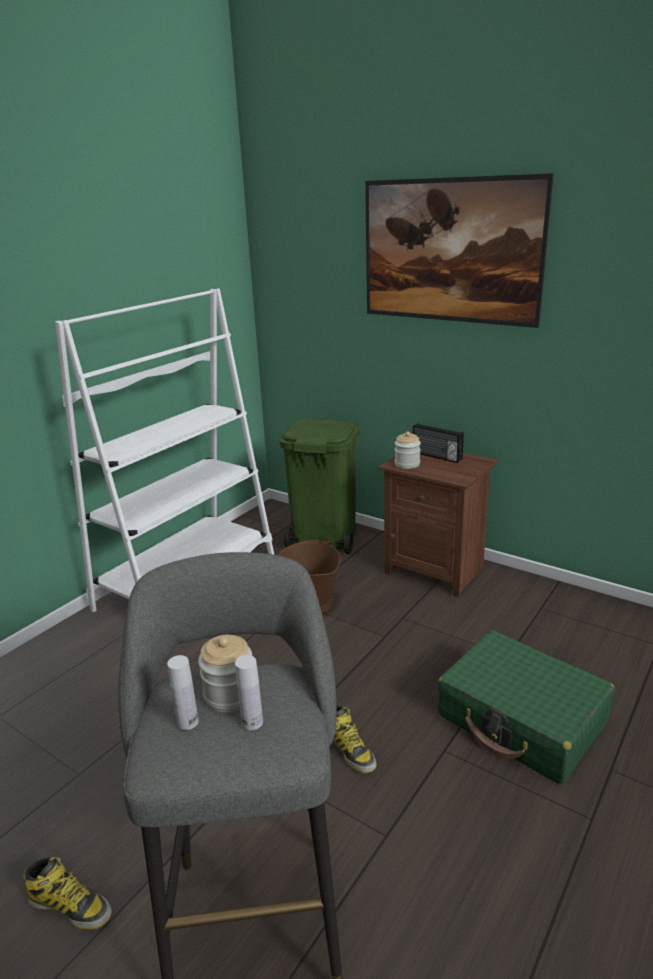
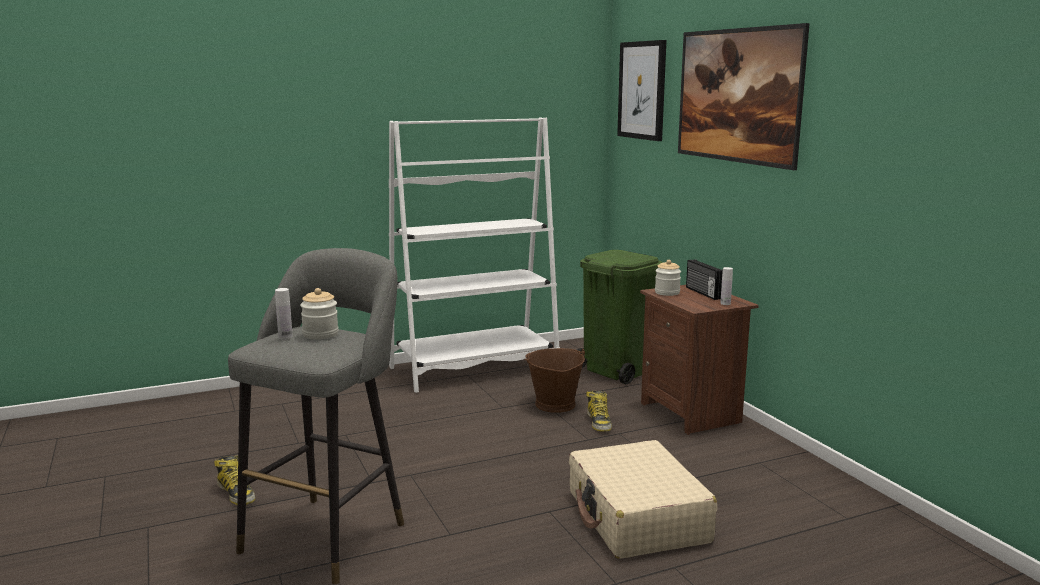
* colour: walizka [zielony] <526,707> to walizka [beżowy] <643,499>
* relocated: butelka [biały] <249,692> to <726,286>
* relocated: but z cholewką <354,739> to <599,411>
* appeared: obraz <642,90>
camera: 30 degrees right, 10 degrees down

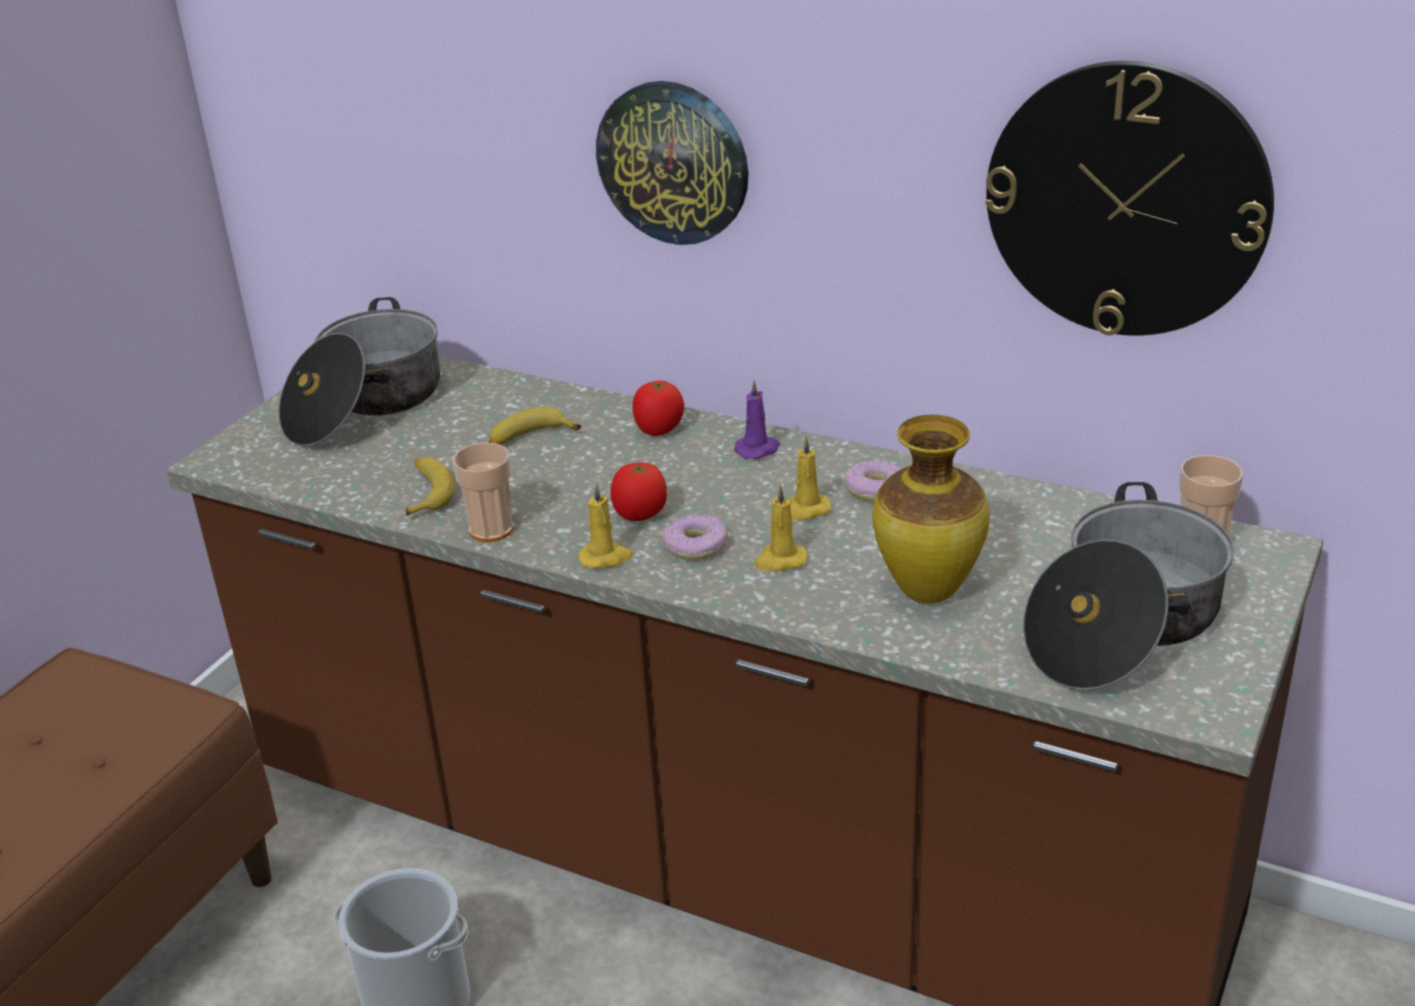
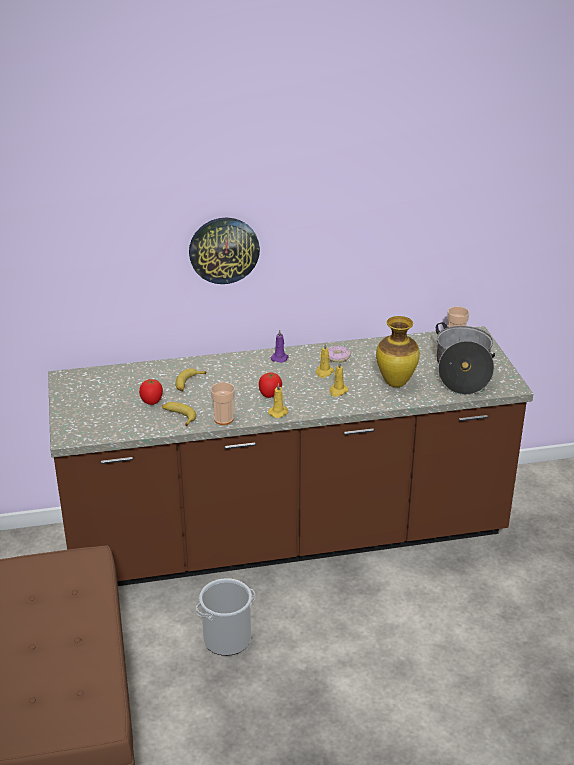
* missing: zegar ścienny <1129,198>
* missing: garnek <359,372>
* relocated: pomidor <658,408> to <151,392>
* missing: donut <695,537>
camera: 40 degrees left, 0 degrees up

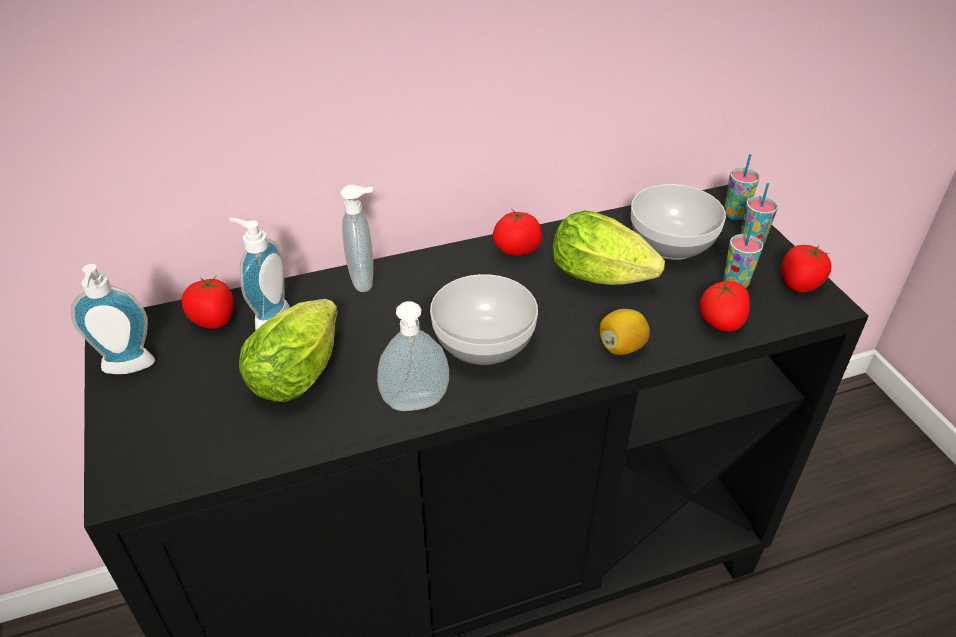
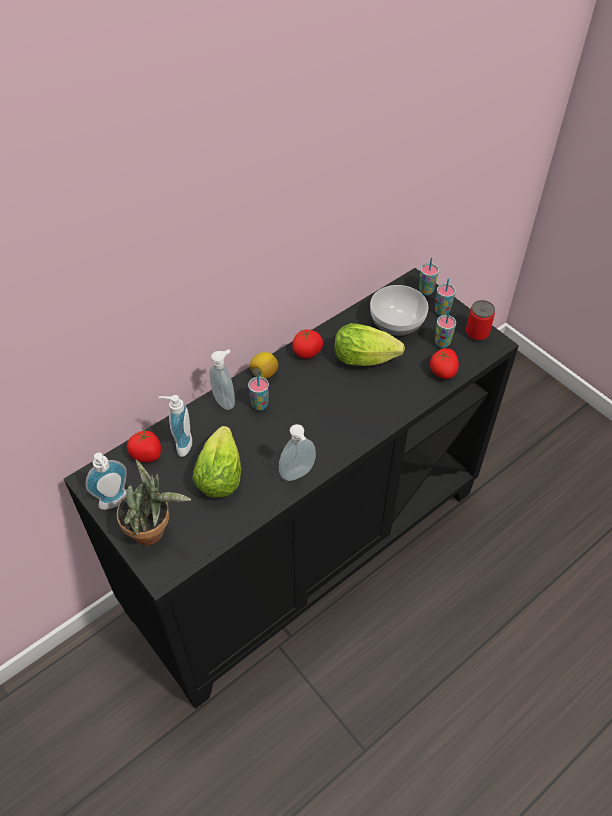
* exchanged: pomidor <806,269> to puszka <480,320>
* missing: miska <484,319>
* relocated: cytryna <625,332> to <264,365>
* appeared: filiżanka <258,392>
* appeared: roślina doniczkowa <154,502>
camera: 20 degrees left, 10 degrees up

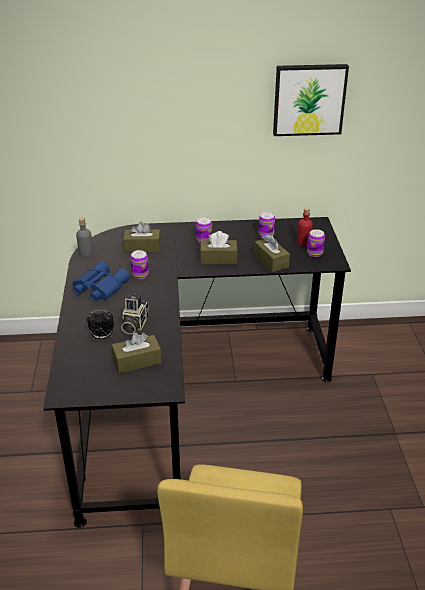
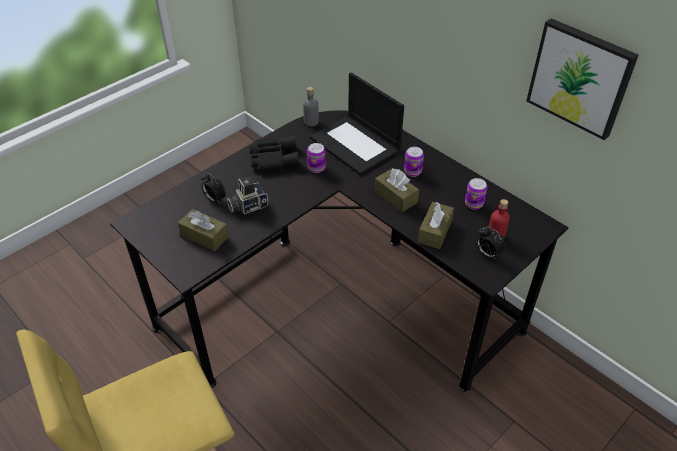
* exchanged: pudełko chusteczek [brązowy] <142,237> to laptop <357,123>
* exchanged: puszka <316,243> to budzik <491,243>
* colour: lornetka [niebieski] <101,281> to lornetka [czarny] <275,153>
camera: 50 degrees right, 10 degrees up

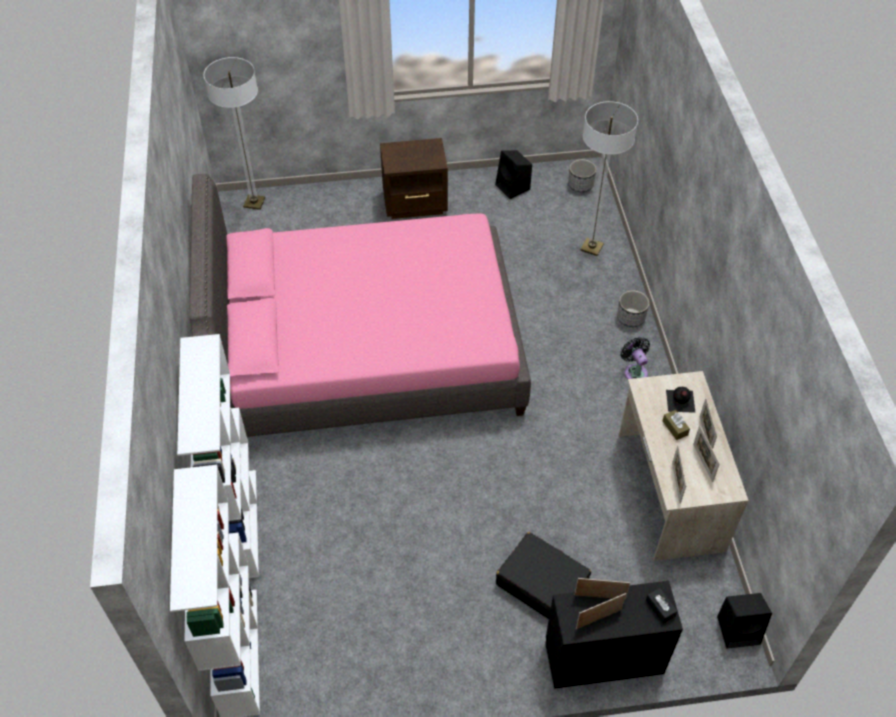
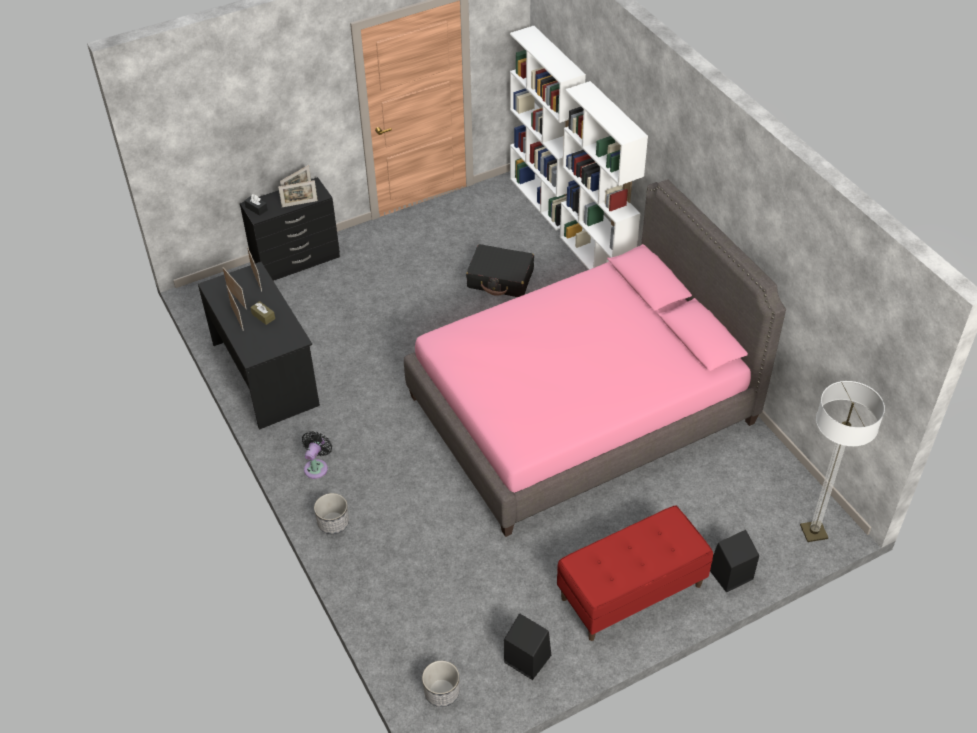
* missing: lampa stojąca <609,178>
* exchanged: szafka nocna [brązowy] <414,178> to ławka [czerwony] <635,573>
* spun: wentylator [czarny] <635,358> = <317,455> 120 degrees counterclockwise
* colour: biurko [beżowy] <684,466> to biurko [czarny] <259,346>
* missing: butelka [czarny] <681,400>
* relocated: walizka [czarny] <543,575> to <500,270>
* relocated: głośnik [czarny] <744,620> to <734,561>
camera: 160 degrees right, 5 degrees down

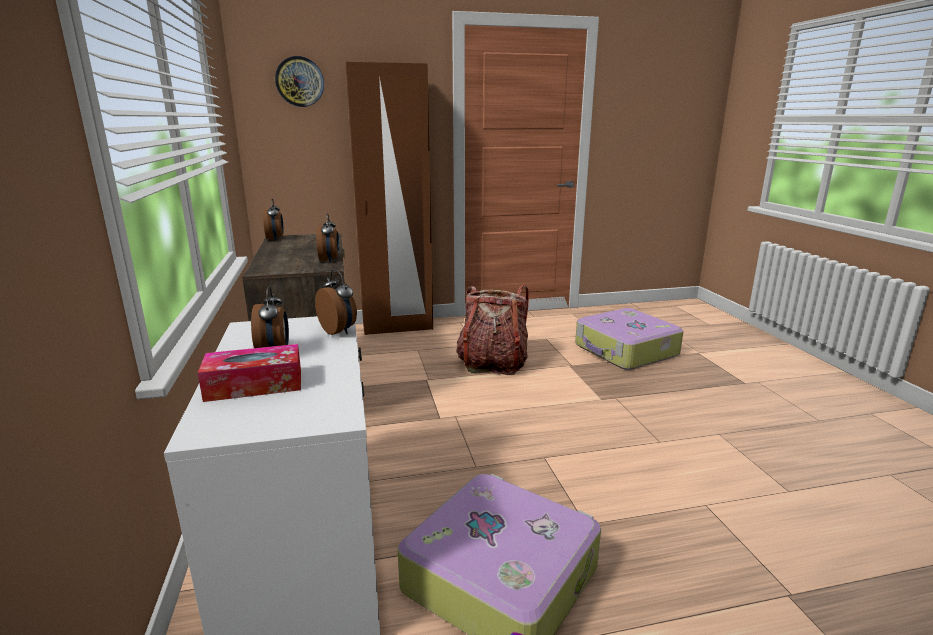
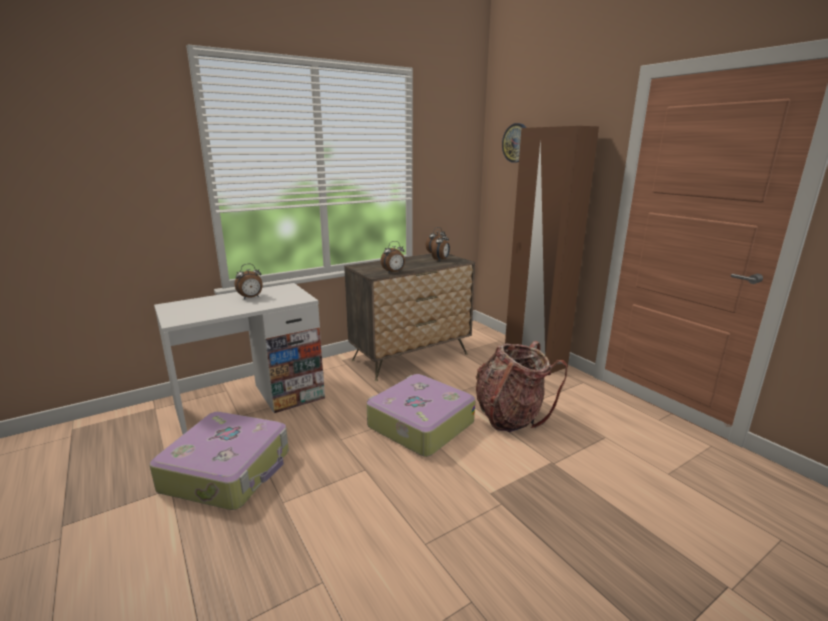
* relocated: budzik <336,302> to <441,246>
* relocated: walizka <629,339> to <420,415>
* missing: pudełko chusteczek <249,373>
camera: 70 degrees right, 0 degrees up

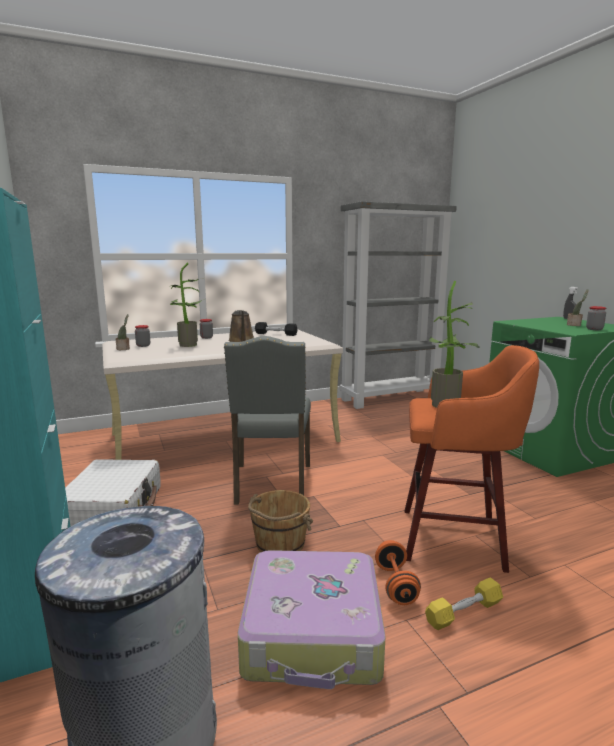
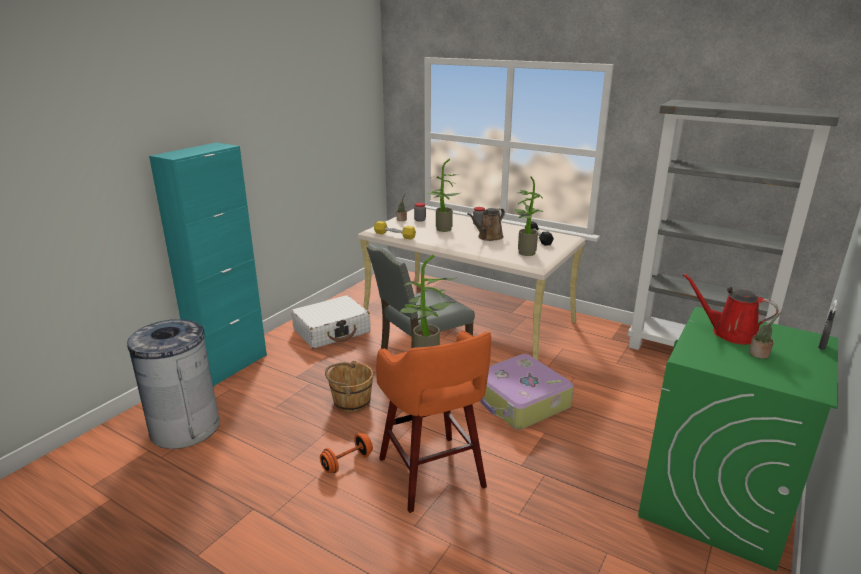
* missing: słoik <596,318>
* relocated: walizka <312,619> to <527,392>
* relocated: hantel [żółty] <464,603> to <395,230>
* appeared: roślina doniczkowa <529,216>
* appeared: konewka [czerwony] <730,309>
camera: 55 degrees right, 10 degrees up

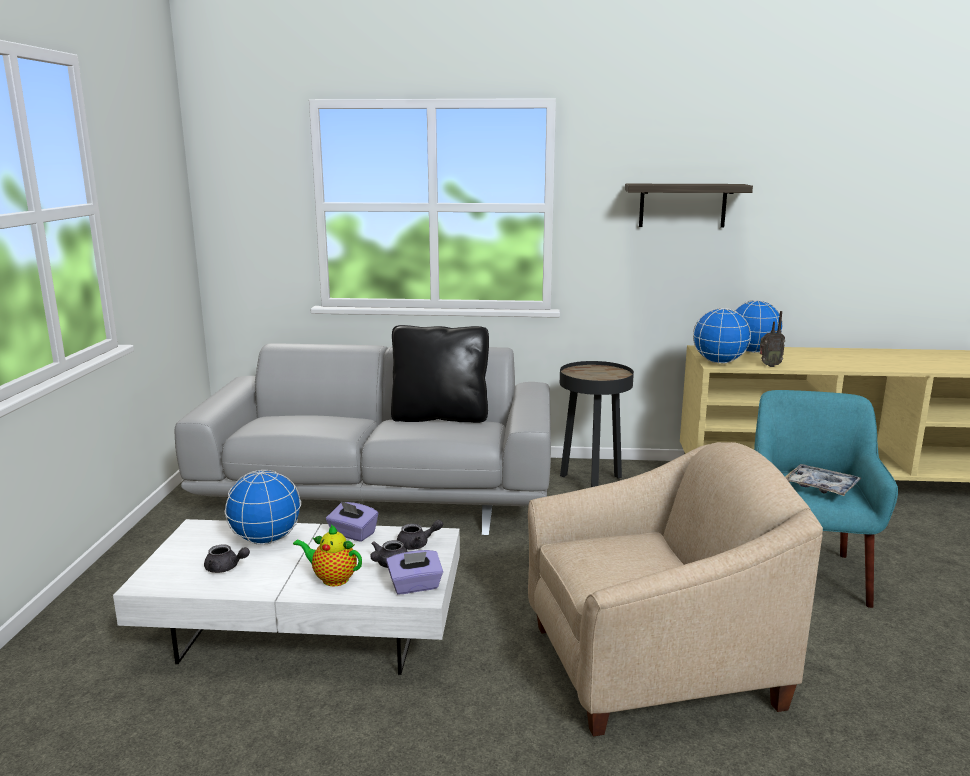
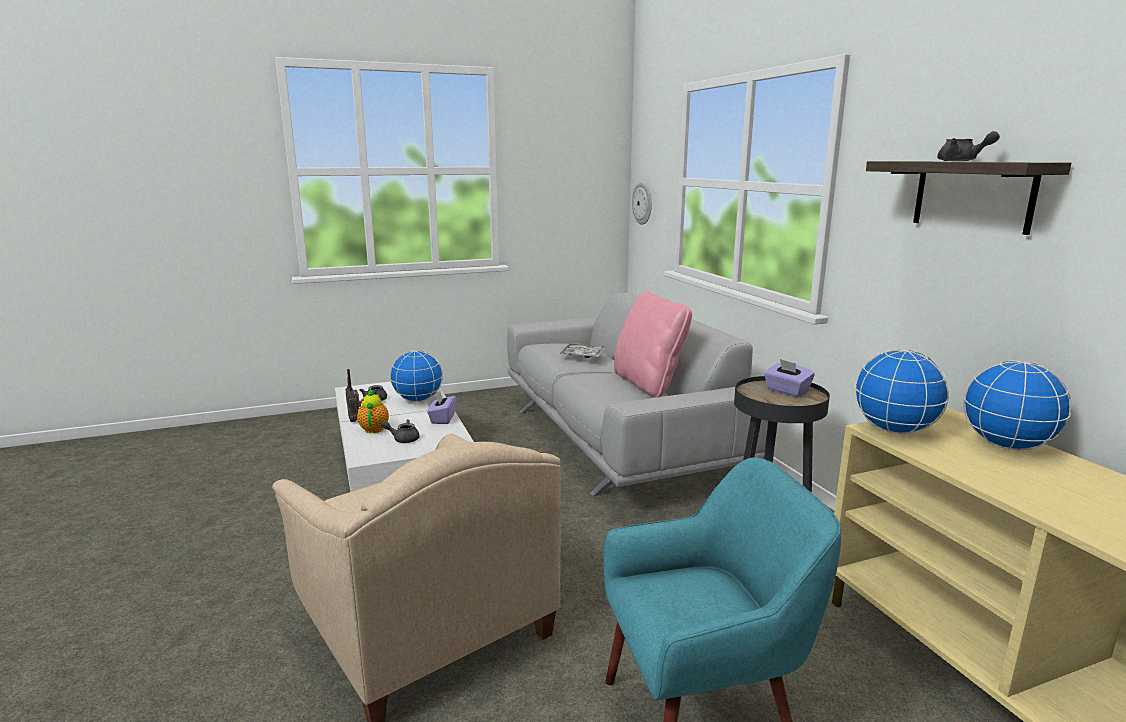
* relocated: radio <772,339> to <353,395>
* colour: poduszka [czarny] <440,374> to poduszka [różowy] <653,344>
* relocated: taca <823,480> to <583,350>
* relocated: imbryk [szary] <420,535> to <968,146>
* relocated: pudełko chusteczek [fioletowy] <414,572> to <789,378>
* appeared: zegar ścienny <642,203>
camera: 65 degrees right, 0 degrees up

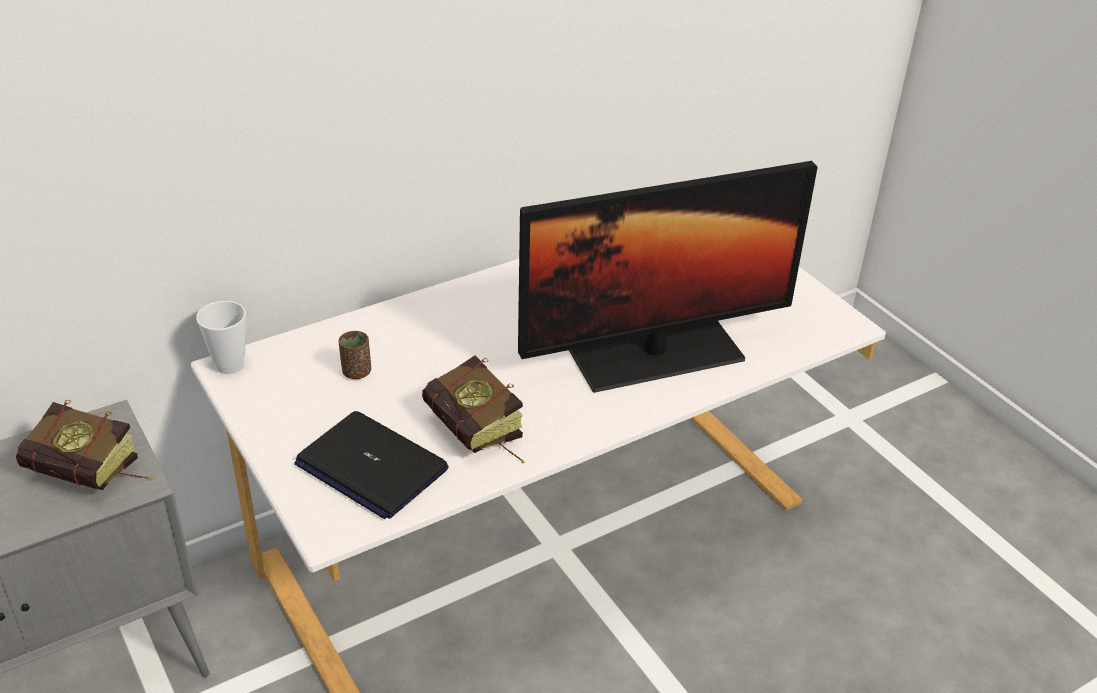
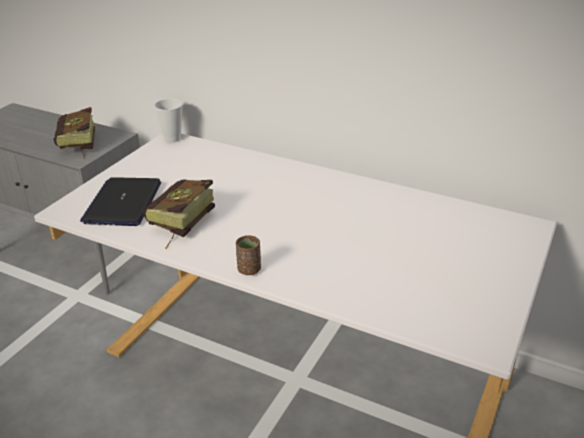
* missing: monitor <668,277>
* relocated: filiżanka [brązowy] <355,355> to <248,255>
camera: 60 degrees right, 5 degrees down

